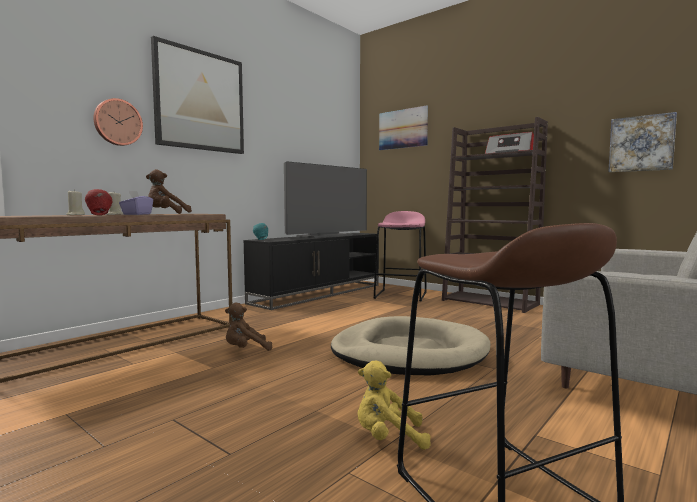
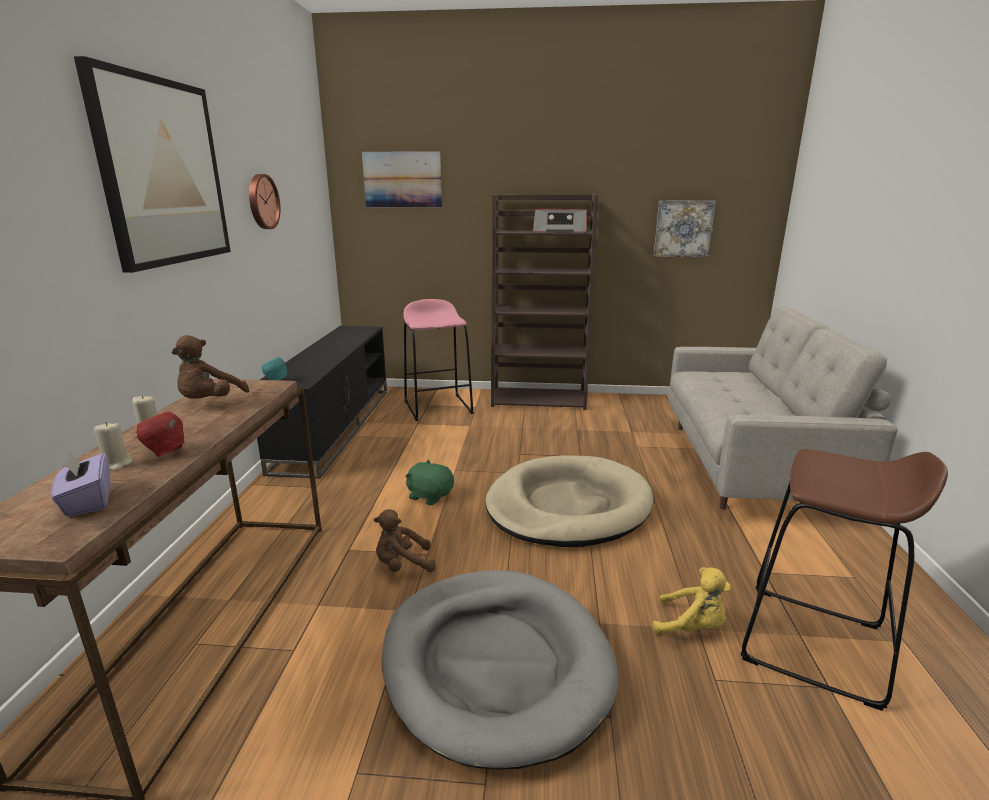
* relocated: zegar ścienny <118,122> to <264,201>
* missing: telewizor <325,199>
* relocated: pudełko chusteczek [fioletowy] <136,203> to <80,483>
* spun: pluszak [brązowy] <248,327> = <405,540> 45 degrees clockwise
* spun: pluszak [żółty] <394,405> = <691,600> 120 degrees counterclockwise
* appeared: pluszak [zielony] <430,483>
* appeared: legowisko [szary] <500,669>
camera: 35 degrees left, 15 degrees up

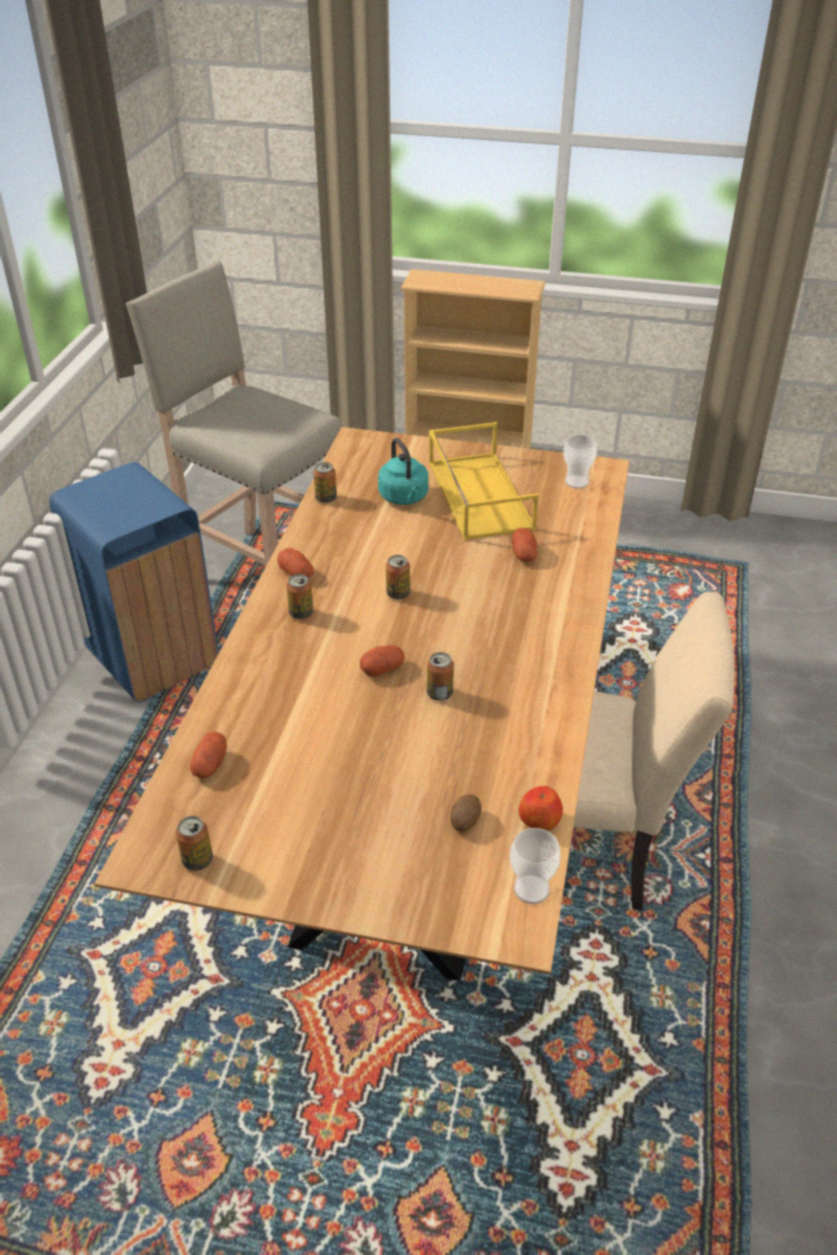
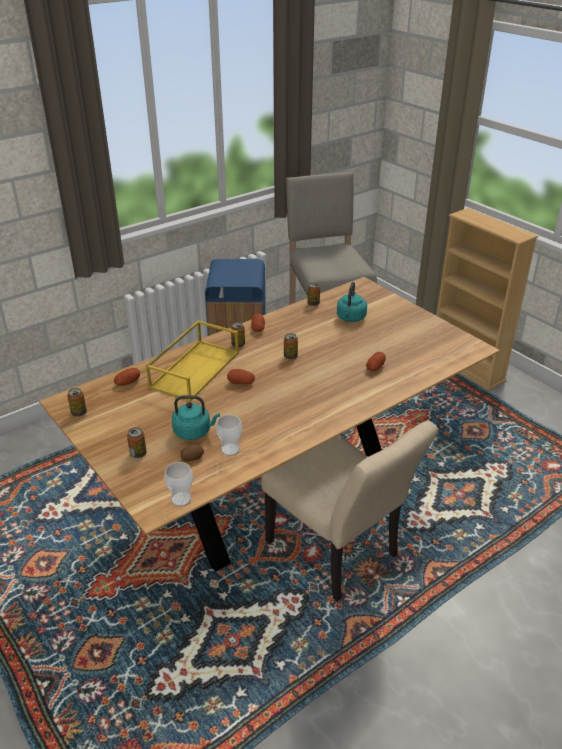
* relocated: taca [żółty] <484,481> to <192,360>
* relocated: filiżanka <580,462> to <229,435>
* relocated: puszka <440,676> to <136,442>
* missing: jabłko <541,808>
* appeared: czajnik [turkusowy] <196,417>
camera: 40 degrees right, 5 degrees down

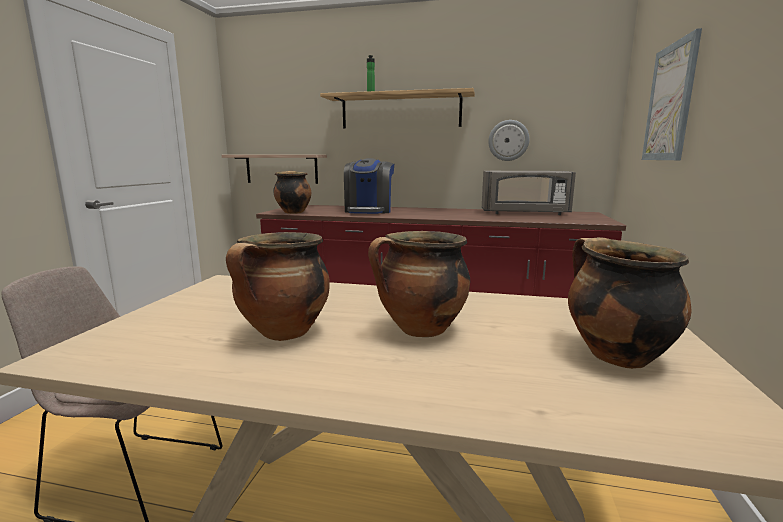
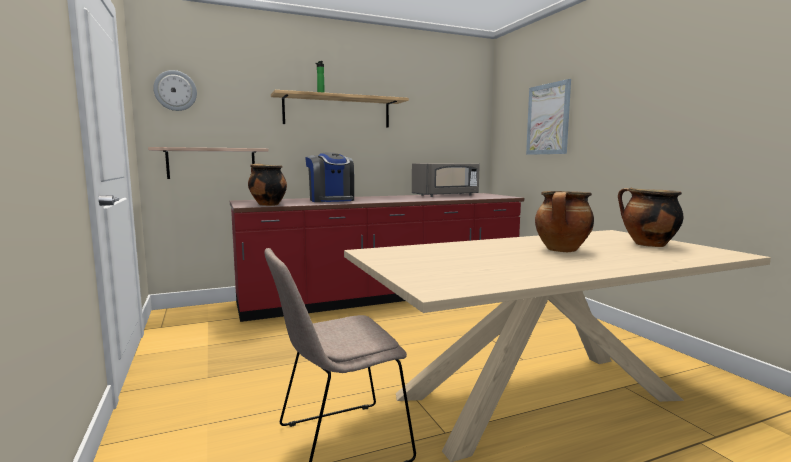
* relocated: zegar ścienny <508,140> to <175,90>
* missing: garnek <277,286>
camera: 35 degrees left, 5 degrees down

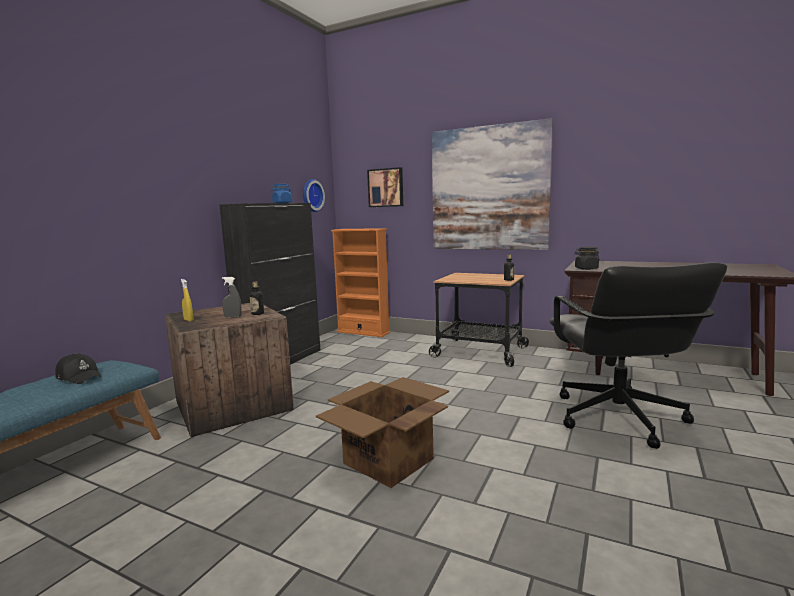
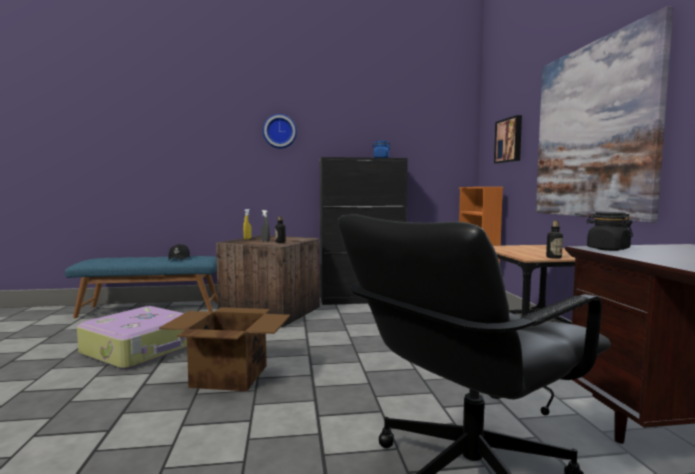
* relocated: zegar ścienny <314,195> to <280,131>
* appeared: walizka <132,337>
camera: 55 degrees right, 5 degrees down

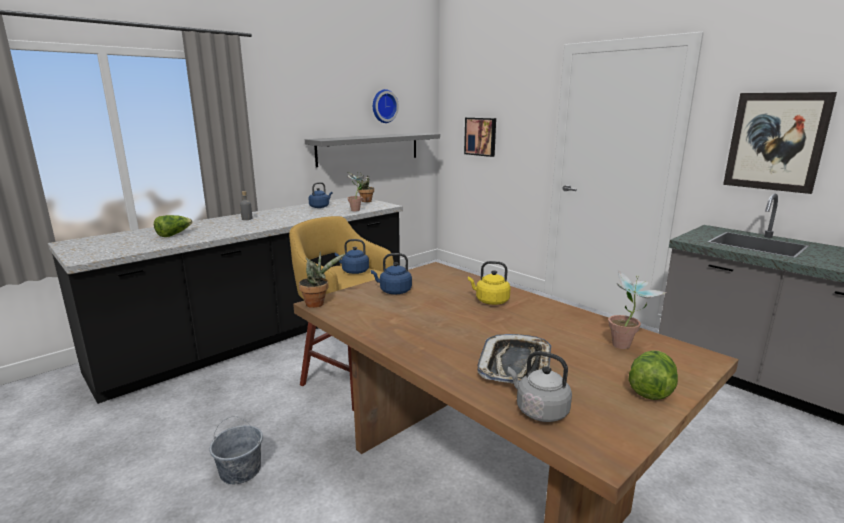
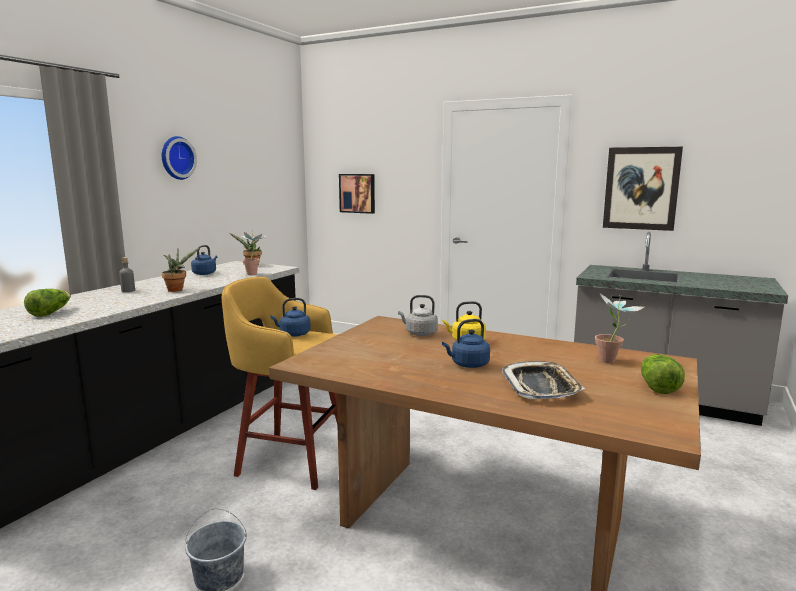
* relocated: zegar ścienny <386,106> to <179,158>
* missing: półka [szary] <372,150>
* relocated: roślina doniczkowa <322,279> to <180,270>
* relocated: czajnik [niebieski] <391,273> to <466,343>
* relocated: czajnik [szary] <540,386> to <418,315>
camera: 20 degrees left, 5 degrees down

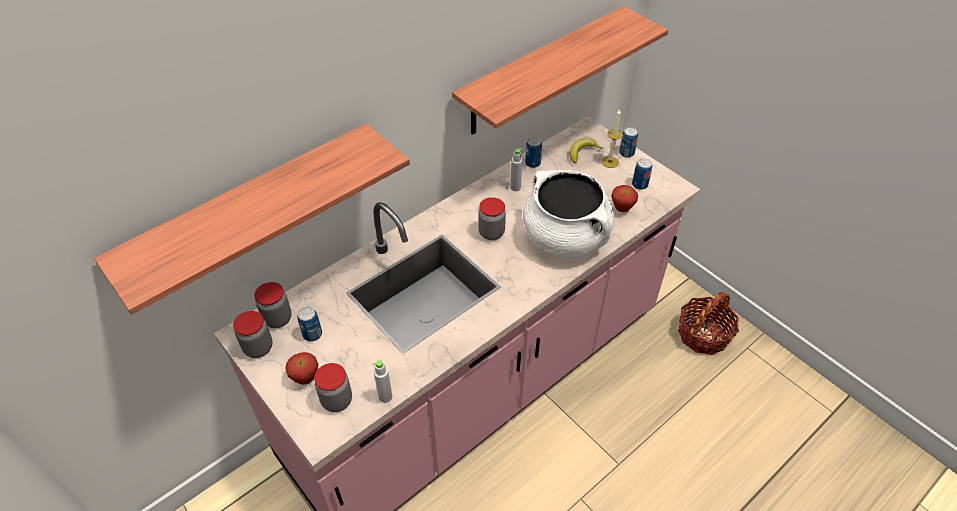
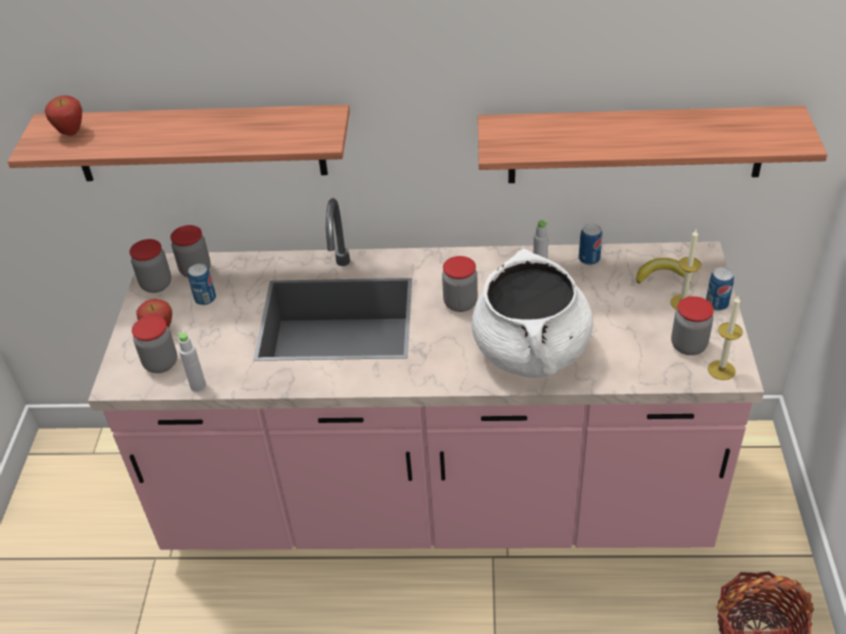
* exchanged: puszka <642,174> to słoik <692,325>
* relocated: jabłko <624,198> to <63,115>
* appeared: świeca <725,337>
camera: 45 degrees right, 5 degrees down

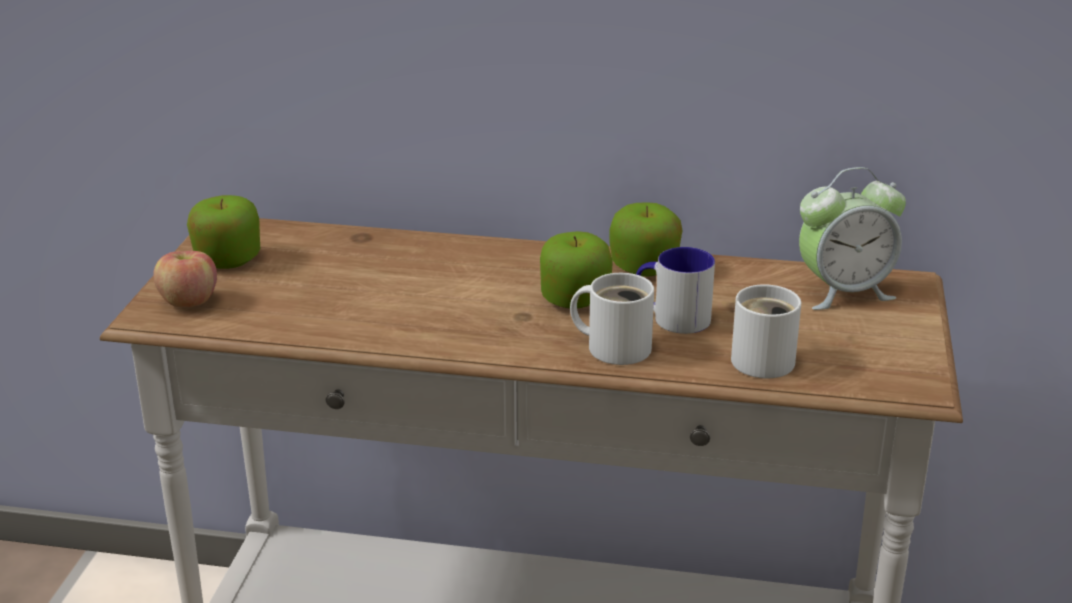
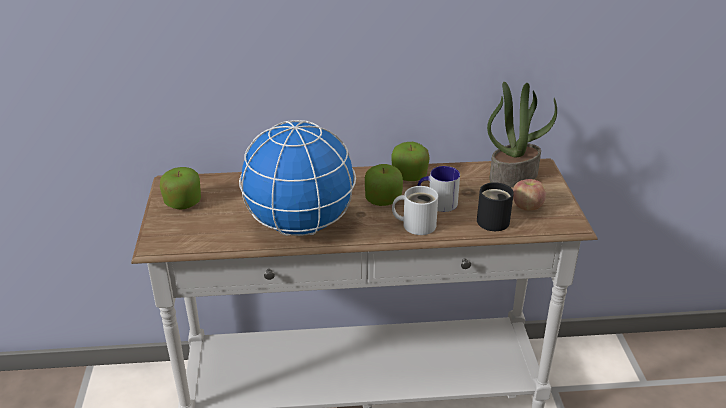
* exchanged: budzik <852,238> to roślina doniczkowa <522,134>
* relocated: jabłko <185,279> to <529,195>
* colour: kubek [biały] <766,331> to kubek [czarny] <495,206>
* appeared: globus <297,178>
camera: 15 degrees left, 5 degrees up

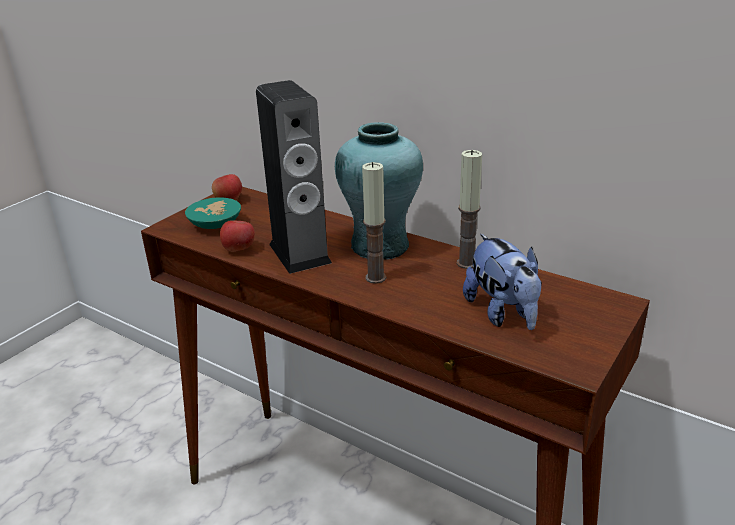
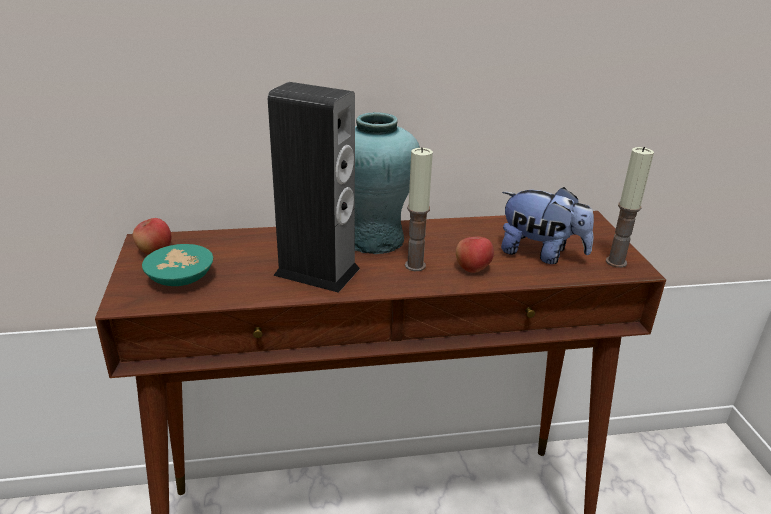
* relocated: świeca <469,209> to <630,207>
* relocated: jabłko <237,236> to <475,255>
camera: 45 degrees left, 0 degrees up

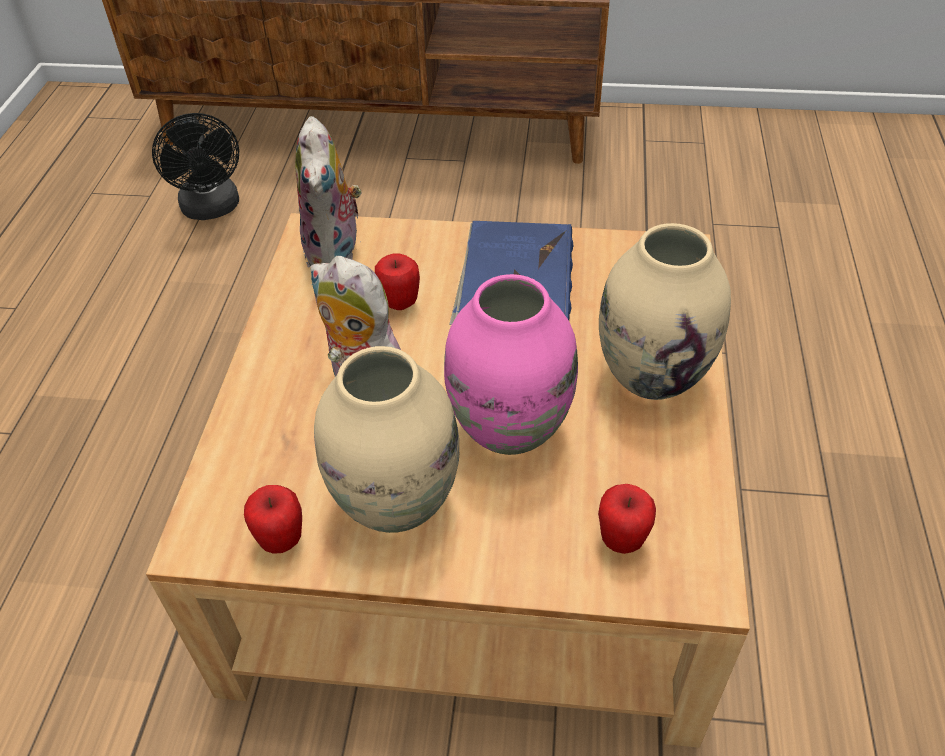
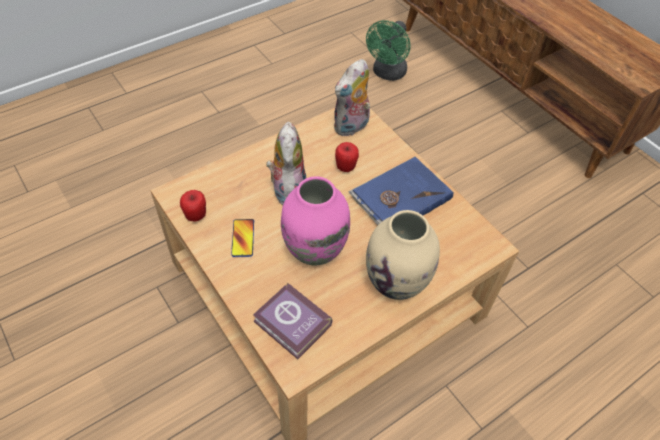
* colour: wentylator [czarny] <195,166> to wentylator [zielony] <388,50>
* exchanged: wazon [beżowy] <386,439> to telefon <242,238>
* exchanged: jabłko <627,519> to książka <292,320>
camera: 45 degrees right, 5 degrees up

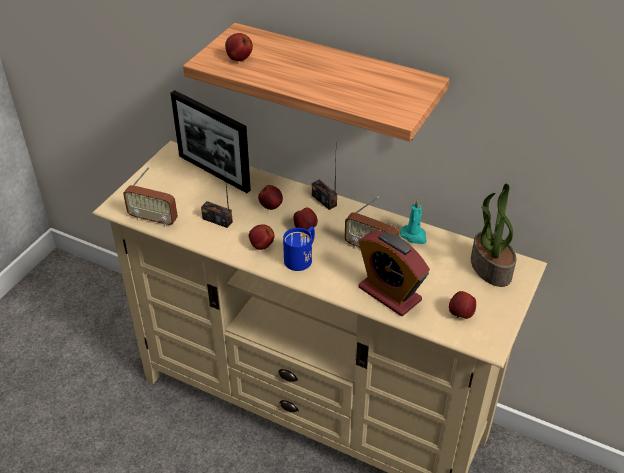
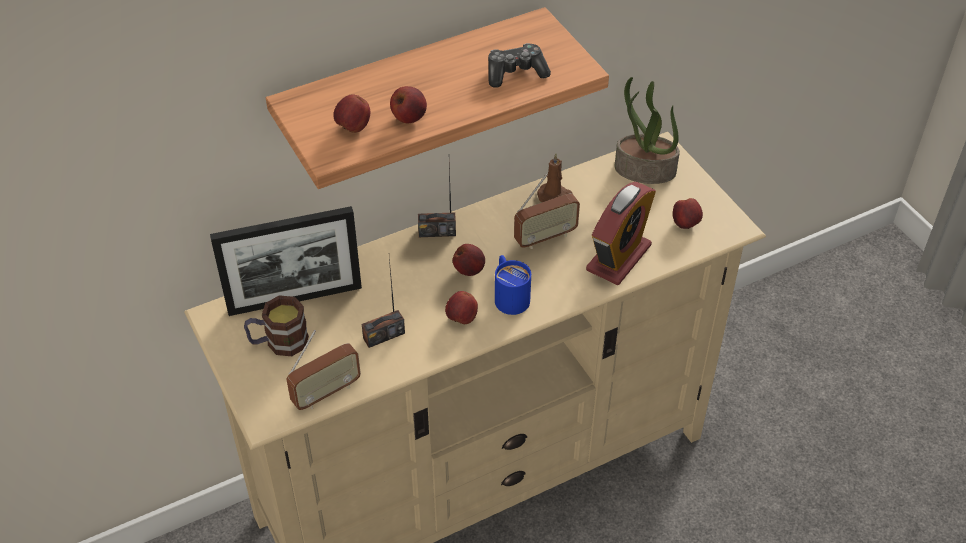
* relocated: jabłko <270,197> to <408,104>
* colour: świeca [turkusowy] <413,221> to świeca [brązowy] <555,177>
* spun: budzik <394,273> = <620,233> 45 degrees counterclockwise
* appeared: pad do gier <519,65>
* appeared: kubek <276,325>
camera: 55 degrees left, 5 degrees up

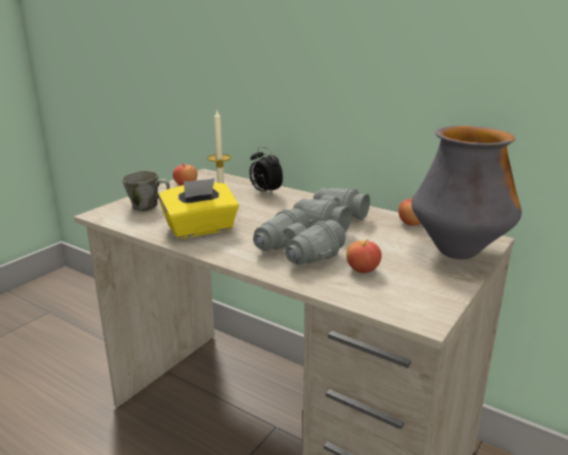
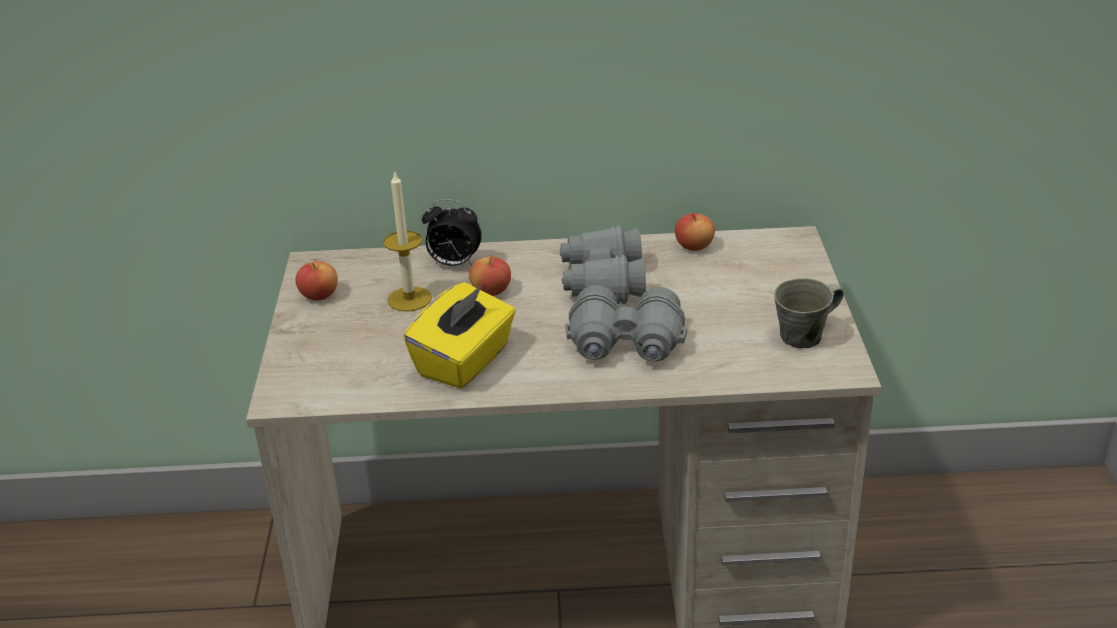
* missing: wazon <466,192>
* relocated: kubek [szary] <146,191> to <809,313>
* relocated: jabłko <364,256> to <490,275>
camera: 35 degrees left, 10 degrees up

